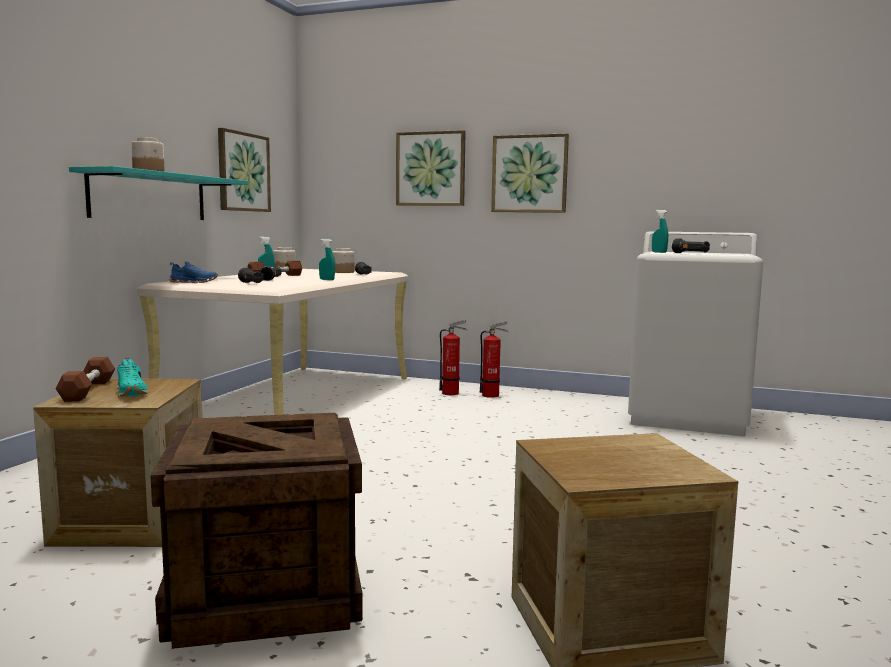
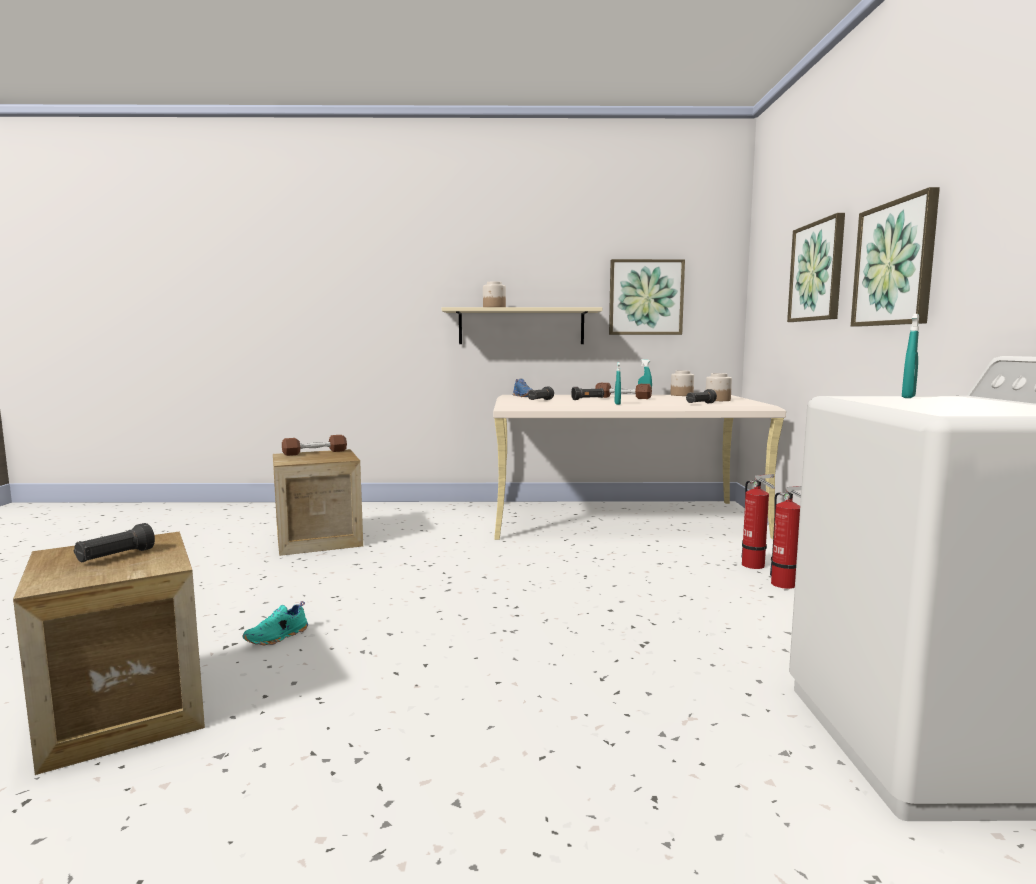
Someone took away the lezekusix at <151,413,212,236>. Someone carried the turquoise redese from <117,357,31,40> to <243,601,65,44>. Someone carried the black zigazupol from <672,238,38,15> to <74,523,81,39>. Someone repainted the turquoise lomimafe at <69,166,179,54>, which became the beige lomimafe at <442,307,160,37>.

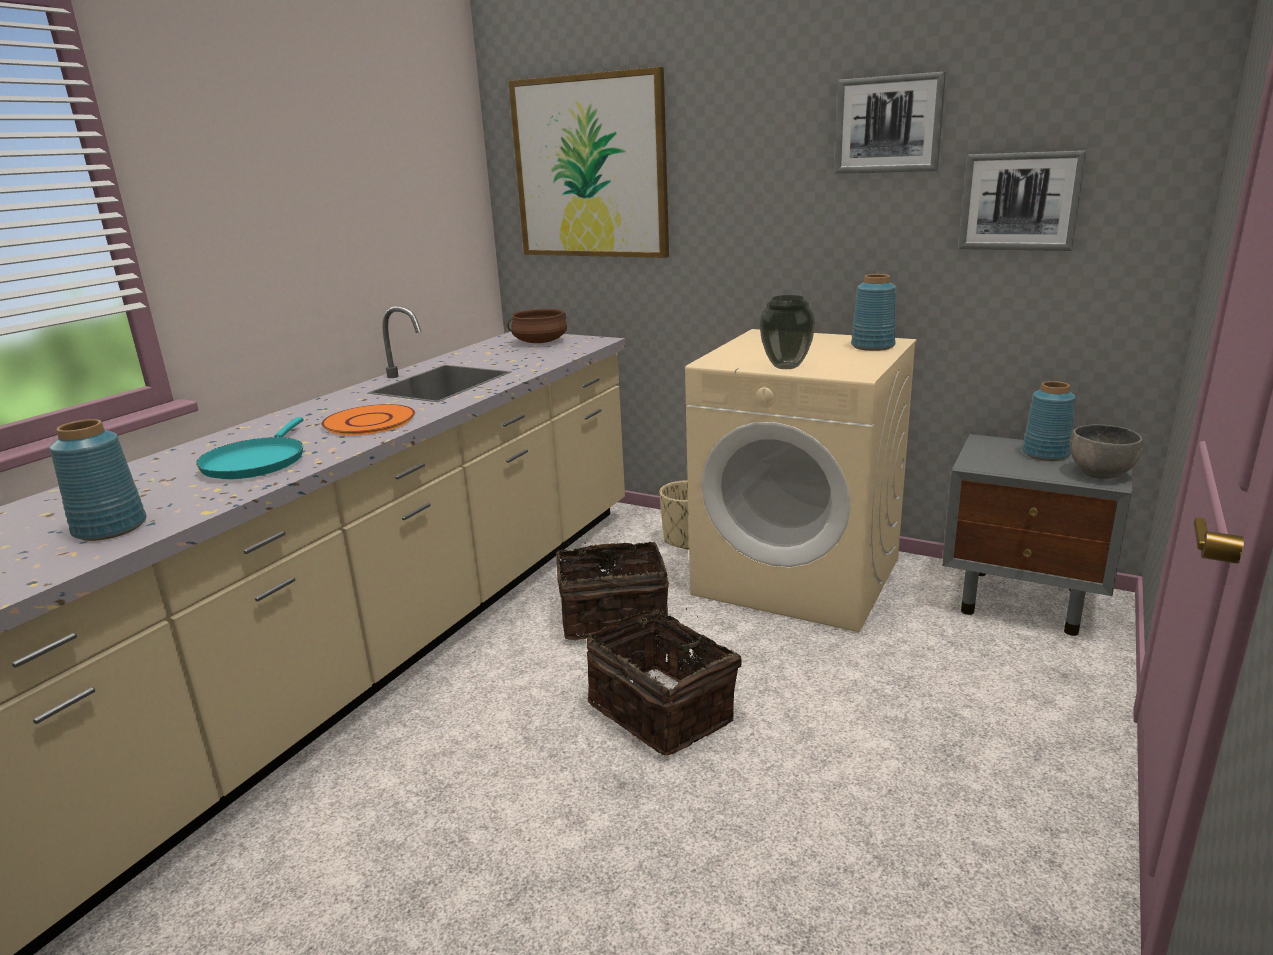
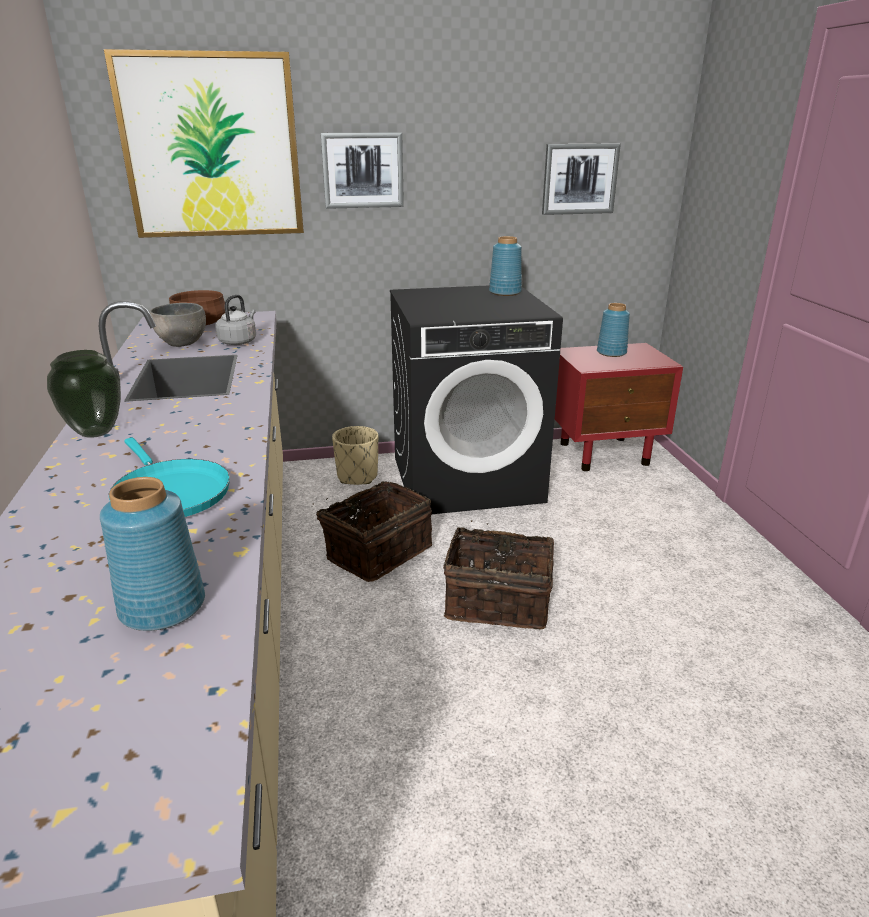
Someone took away the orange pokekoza at <321,404,94,31>. Someone put down the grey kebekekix at <215,294,41,51>. Someone carried the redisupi from <759,295,57,74> to <47,350,74,88>. Someone carried the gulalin from <834,72,112,102> to <321,133,83,76>. Someone carried the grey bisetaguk from <1070,424,73,55> to <149,303,57,44>. Someone repainted the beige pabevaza at <685,329,232,303>, which became the black pabevaza at <390,285,173,229>. Someone repainted the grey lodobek at <942,434,190,202>, which became the red lodobek at <555,343,128,128>.

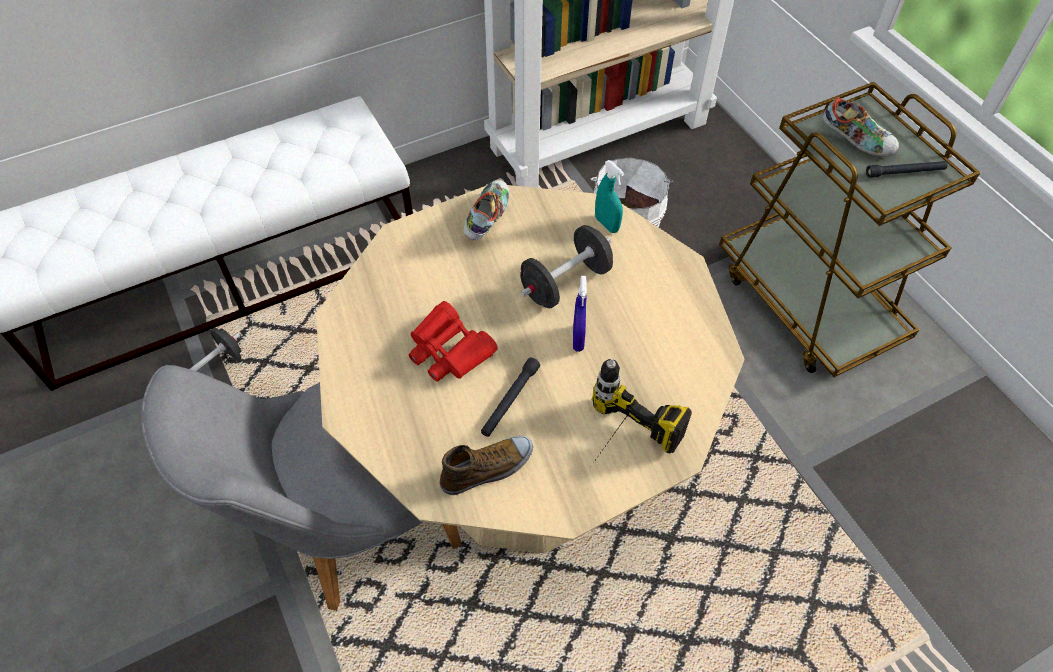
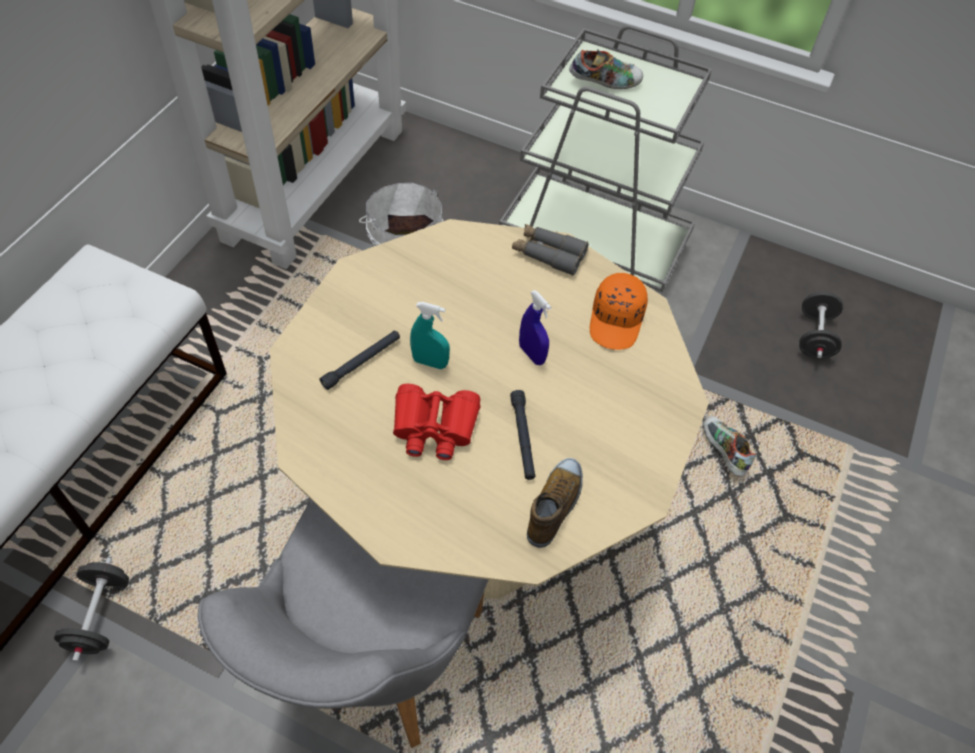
Someone took away the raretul at <592,358,100,104>. Someone put down the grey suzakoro at <512,224,77,52>. Someone put down the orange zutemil at <590,273,58,77>. Someone carried the redese from <463,180,46,60> to <703,416,54,61>. Someone carried the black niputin from <520,225,93,83> to <799,292,44,67>. Someone carried the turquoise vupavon from <595,160,29,73> to <410,302,40,67>. Someone carried the black zigazupol from <866,161,82,17> to <320,331,80,59>. Someone repainted the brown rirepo at <719,82,262,295>, which became the grey rirepo at <499,25,213,267>.

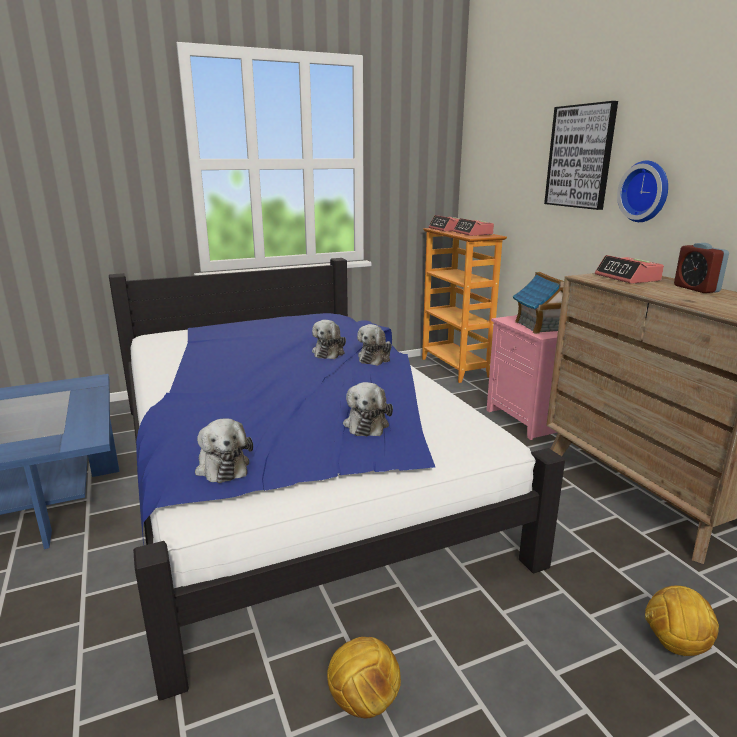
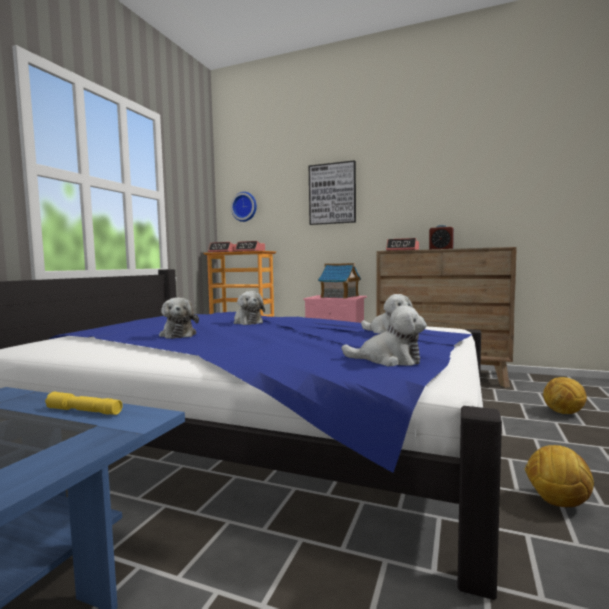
Someone put down the yellow zigazupol at <45,392,77,23>. Someone carried the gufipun from <357,324,35,42> to <159,298,40,41>. Someone carried the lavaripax from <617,161,51,61> to <231,192,26,30>.

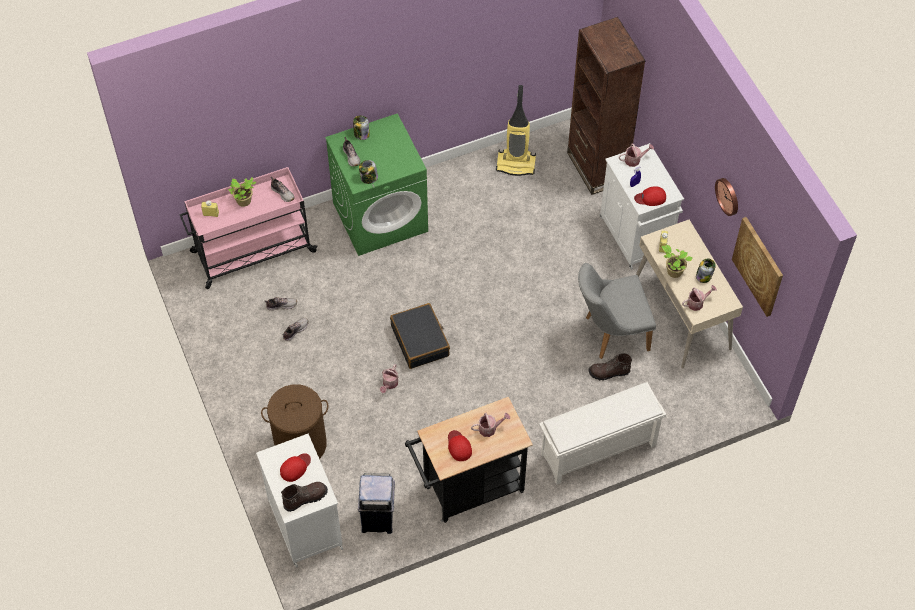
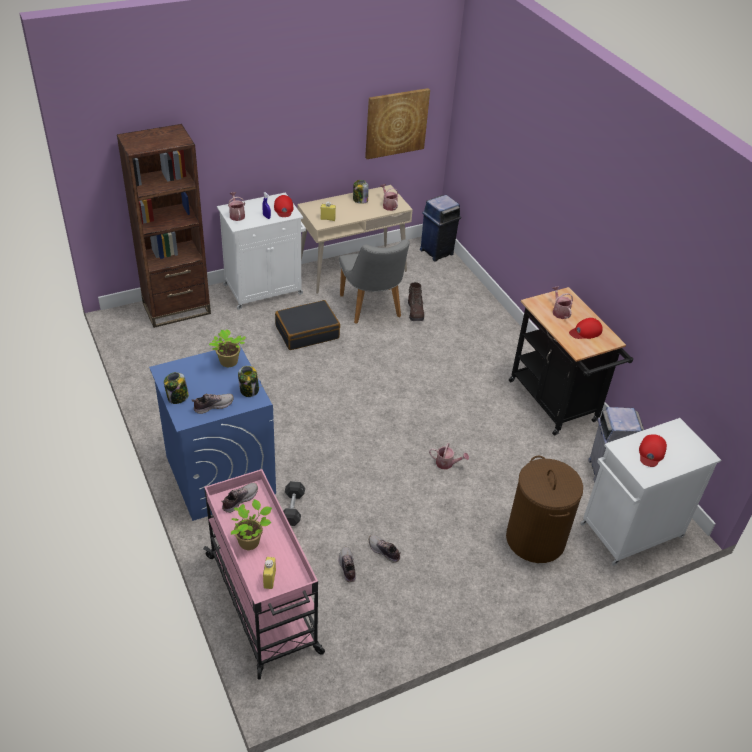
Someone took away the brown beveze at <281,482,47,30>. Someone took away the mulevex at <496,85,40,91>. Someone took away the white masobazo at <539,382,127,103>. Someone took away the lavaripax at <715,178,23,38>. Someone put down the grey niputin at <283,481,22,45>. Someone put down the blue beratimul at <420,195,41,67>. Someone carried the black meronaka from <390,303,60,66> to <275,300,65,50>. Someone carried the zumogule from <662,245,31,33> to <209,329,37,38>. Someone repainted the green pabevaza at <325,113,103,143>, which became the blue pabevaza at <149,344,127,177>. Someone rotated the red zutemil at <280,453,31,29> by 105 degrees counterclockwise.

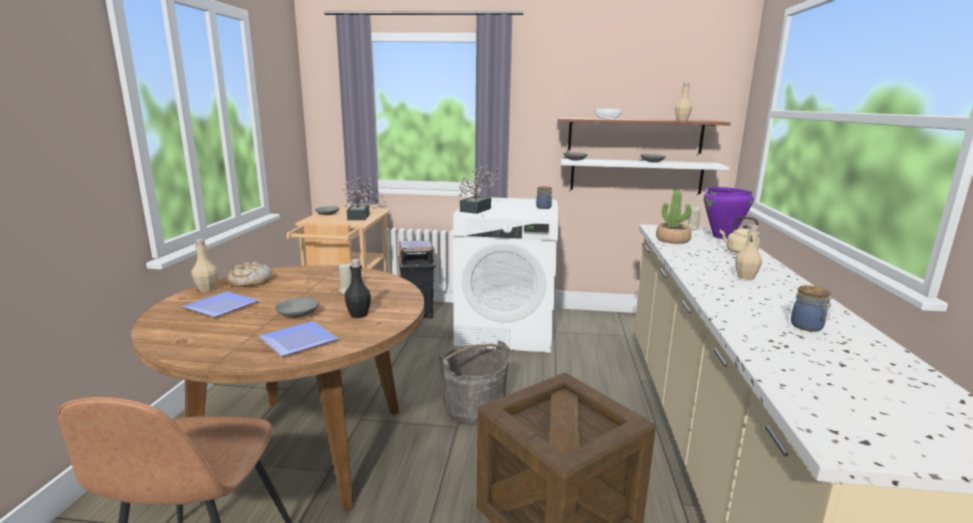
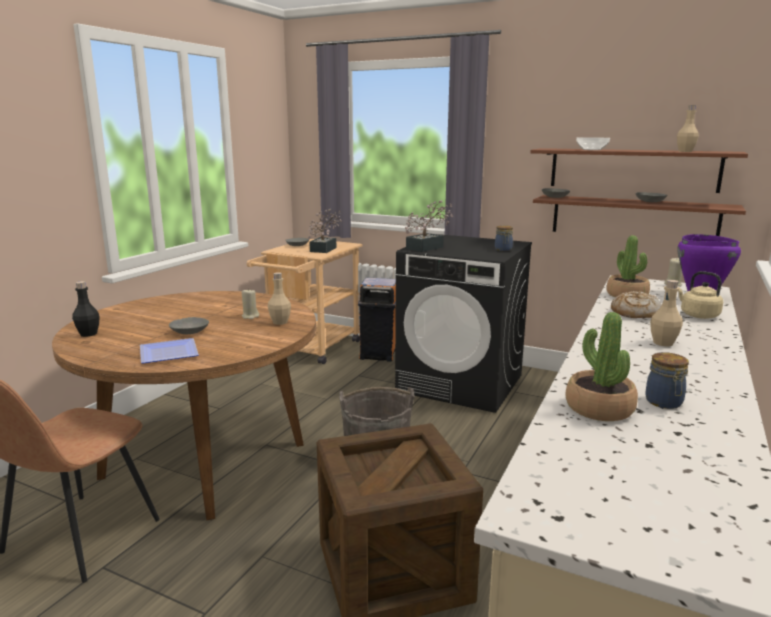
Someone took away the pokekoza at <183,292,76,26>. Someone put down the zumogule at <565,312,73,109>. Someone carried the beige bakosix from <191,239,27,53> to <268,272,23,53>. Someone carried the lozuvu from <227,262,44,25> to <611,291,51,27>. Someone carried the black bakosix from <345,259,26,59> to <72,281,28,56>. Someone repainted the white pabevaza at <453,197,106,156>, which became the black pabevaza at <395,234,137,179>. Someone repainted the white lomimafe at <560,158,169,36>, which became the brown lomimafe at <533,195,213,41>.

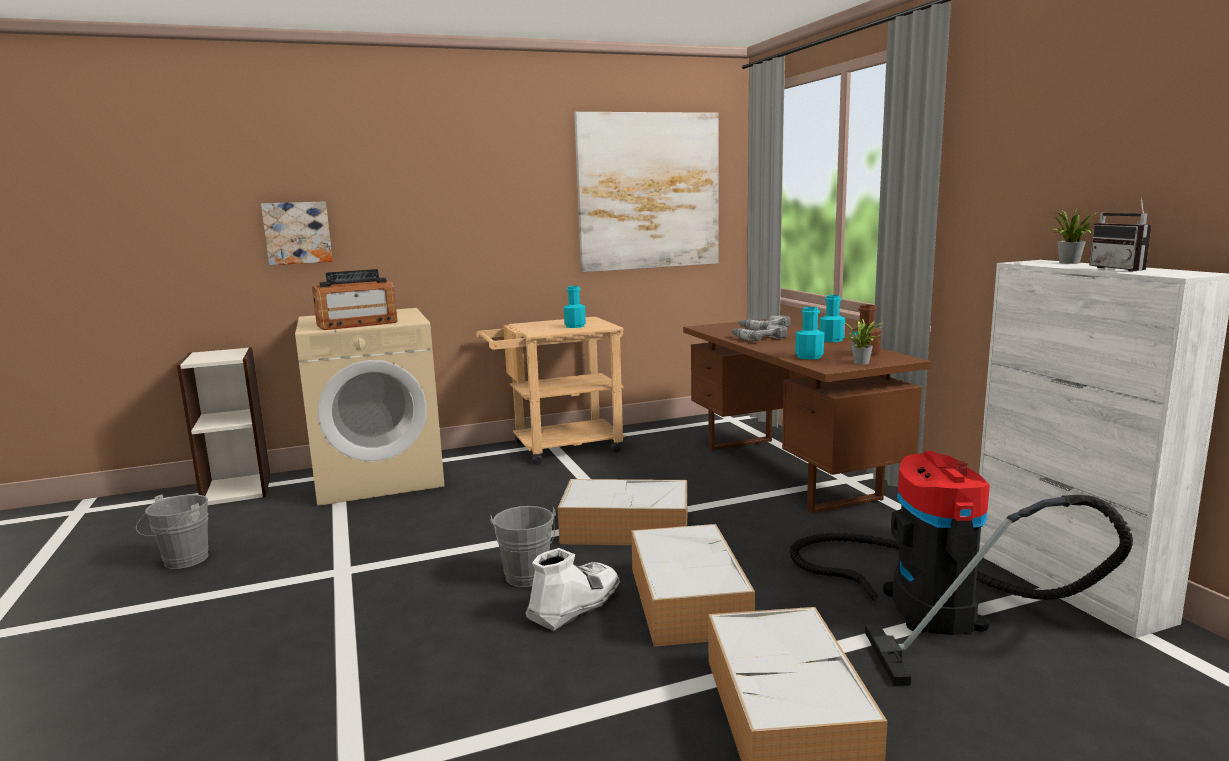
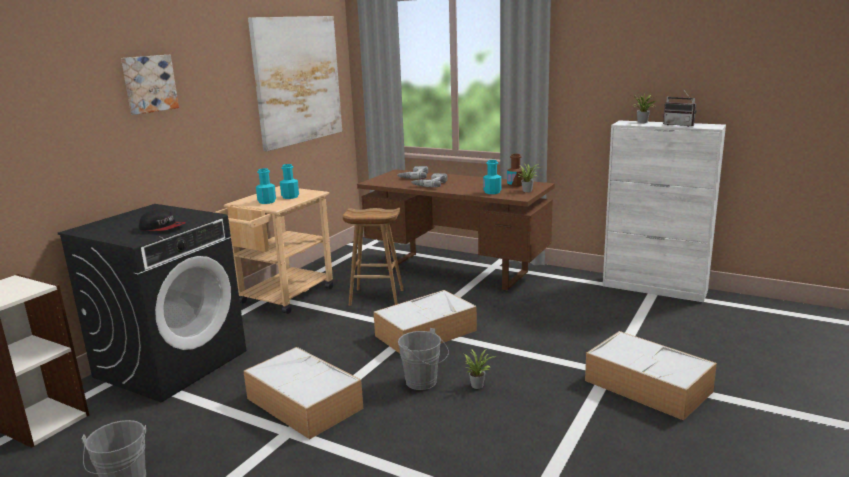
Someone took away the mulevex at <790,451,343,235>. Someone put down the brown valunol at <343,208,61,98>. Someone carried the gulalin from <261,201,72,64> to <121,55,58,60>. Someone carried the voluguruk from <631,524,124,123> to <243,347,120,92>. Someone carried the turquoise bakosix from <820,295,25,47> to <256,168,20,36>. Someone swapped the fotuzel at <312,269,86,61> for the zutemil at <139,209,47,22>. Someone swapped the white beveze at <525,548,96,83> for the zumogule at <464,349,28,40>. Someone repainted the beige pabevaza at <295,308,150,198>, which became the black pabevaza at <58,204,188,198>.

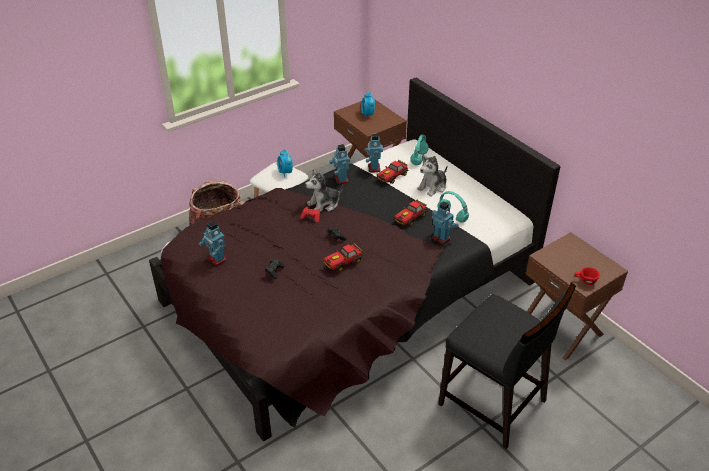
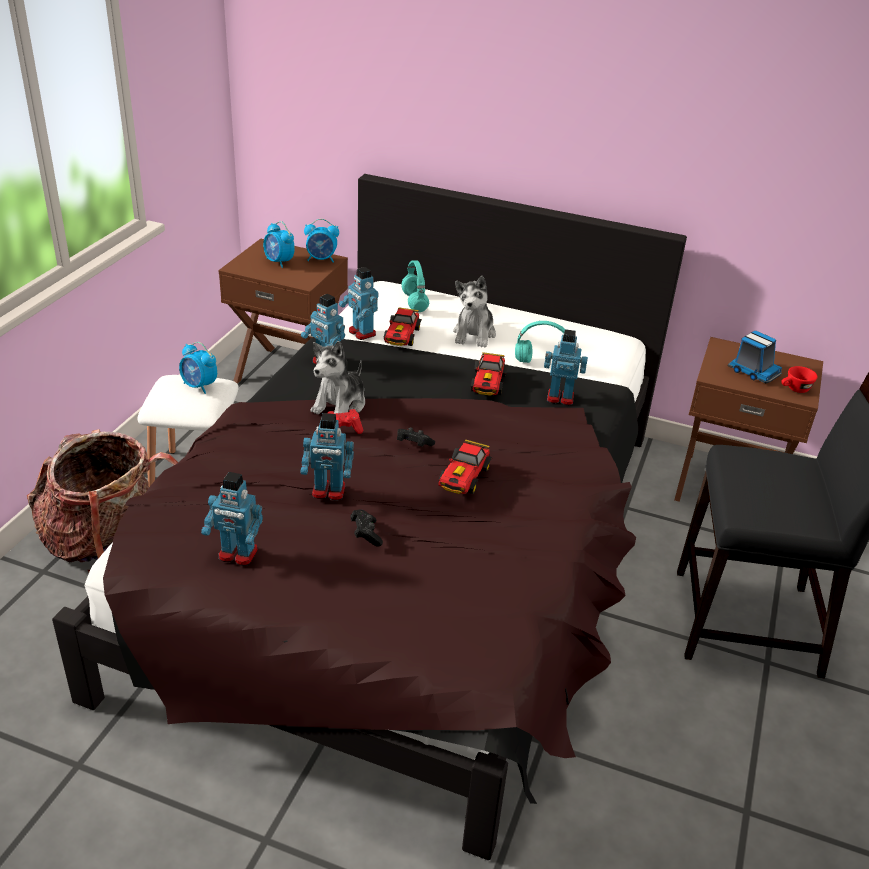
Someone put down the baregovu at <300,413,54,88>. Someone put down the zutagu at <304,219,35,44>. Someone put down the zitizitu at <728,331,54,52>.

